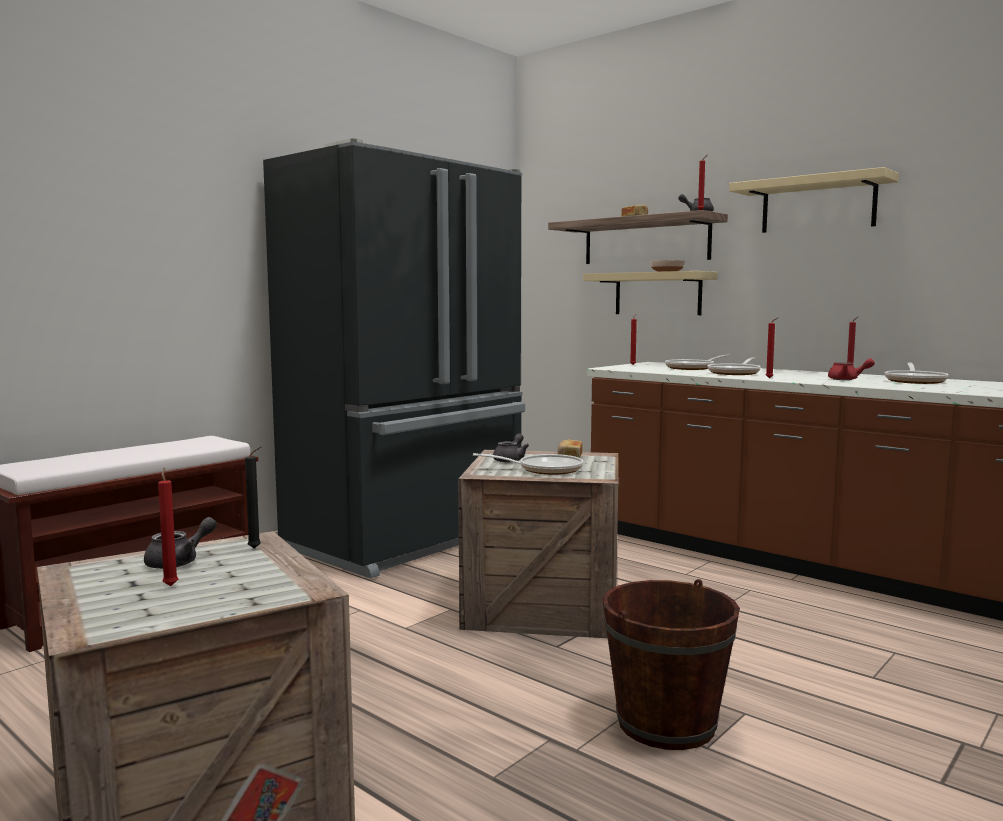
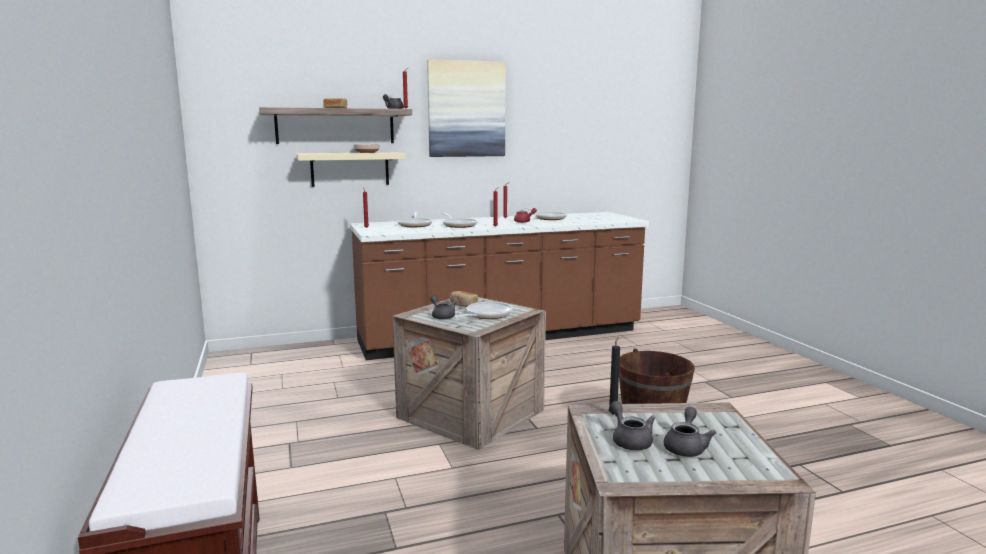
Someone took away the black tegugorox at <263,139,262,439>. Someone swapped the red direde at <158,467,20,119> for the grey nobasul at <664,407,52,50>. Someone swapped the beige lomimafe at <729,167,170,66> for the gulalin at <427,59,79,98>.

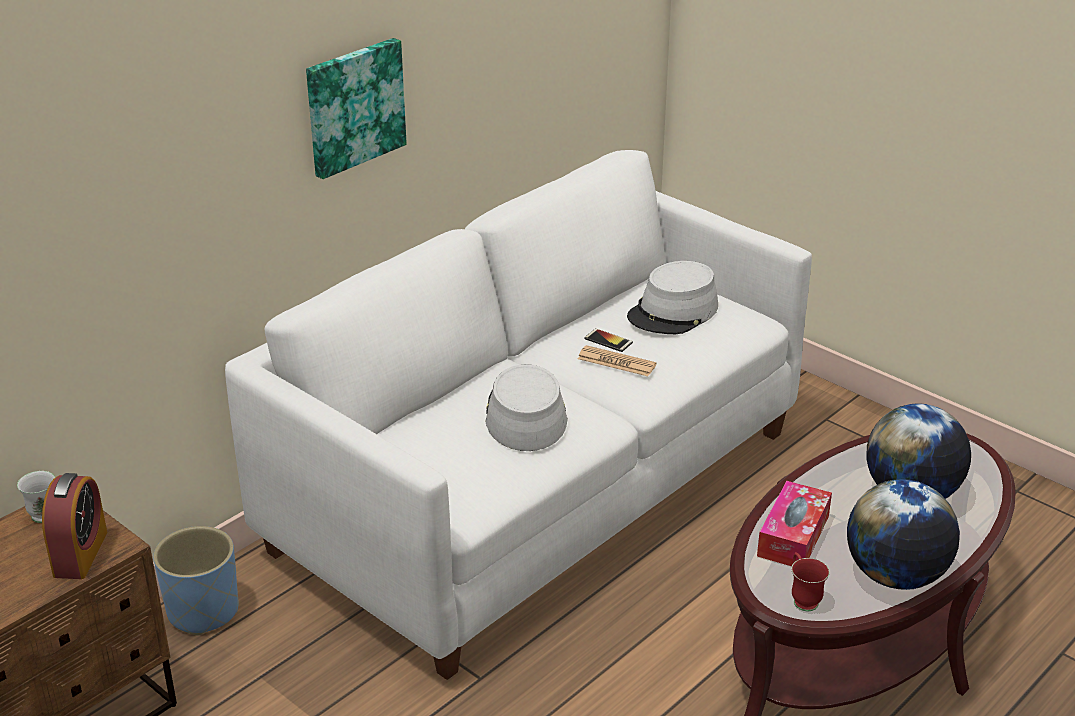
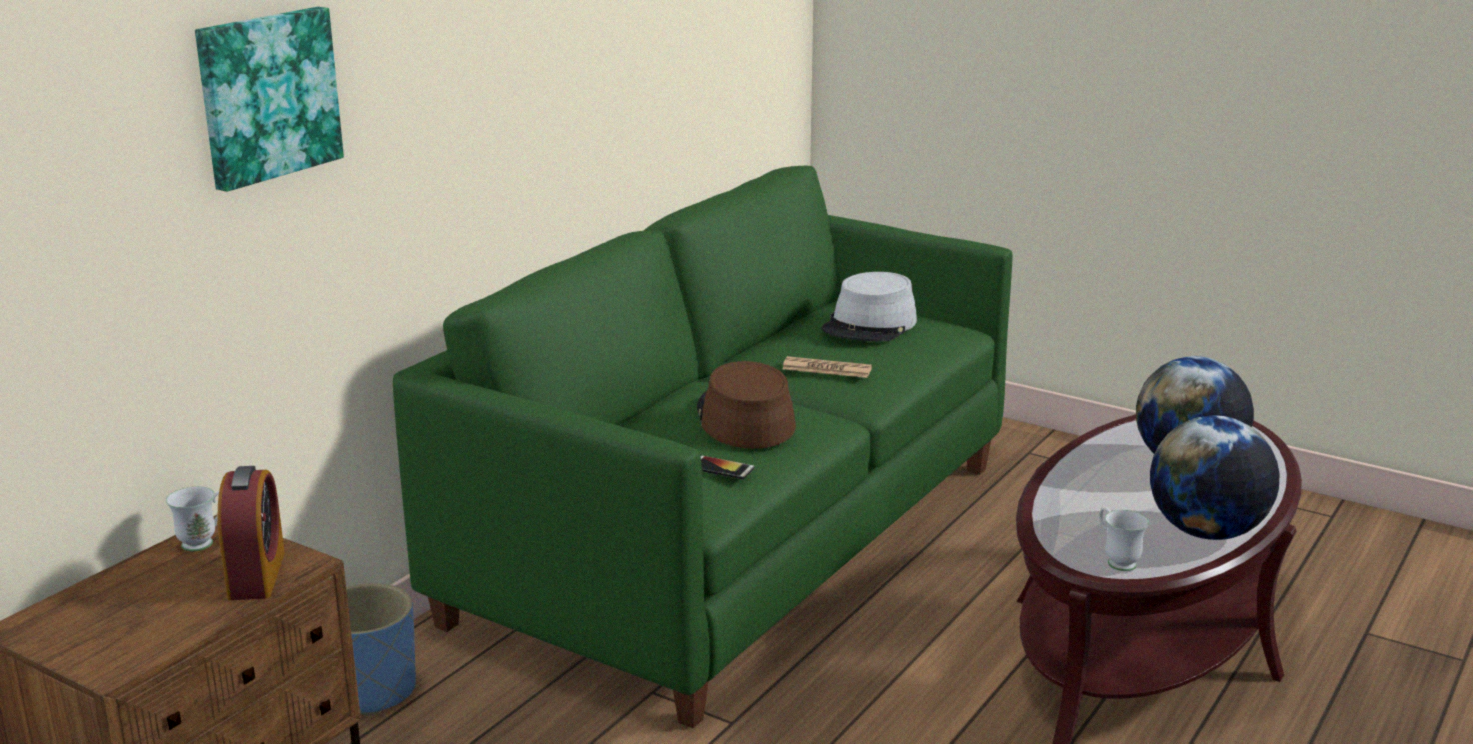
Someone took away the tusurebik at <757,481,75,85>. Someone carried the gulalin from <306,38,101,141> to <195,7,149,185>. Someone carried the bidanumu from <584,328,49,24> to <701,455,54,25>. Someone repainted the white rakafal at <225,150,587,530>, which became the green rakafal at <393,166,619,562>. Someone repainted the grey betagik at <485,364,83,87>, which became the brown betagik at <697,361,99,88>. Someone repainted the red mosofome at <791,552,39,59>, which became the white mosofome at <1099,507,50,64>.

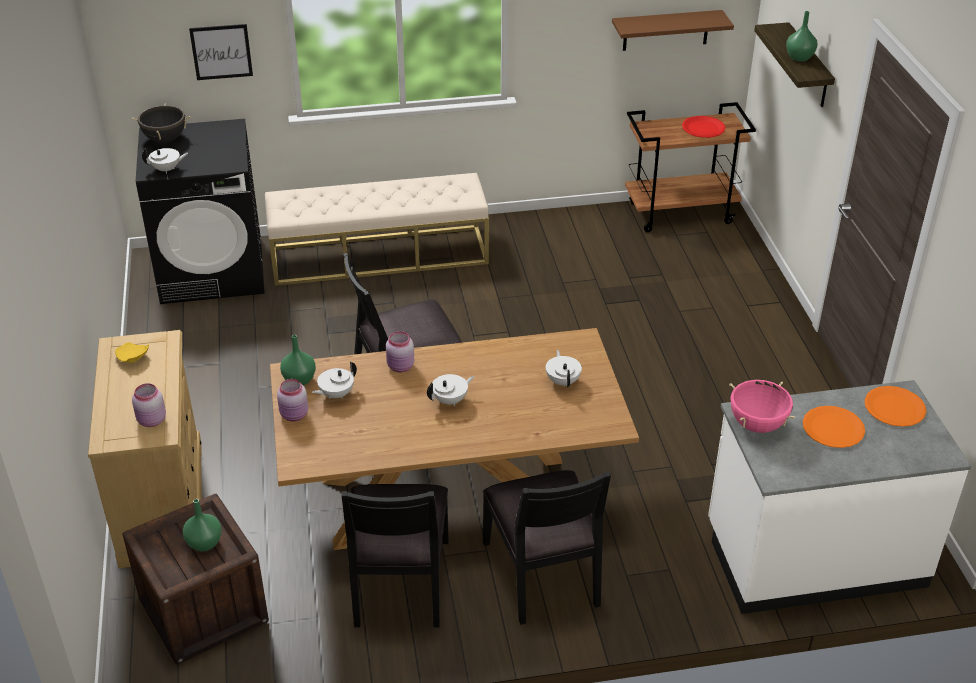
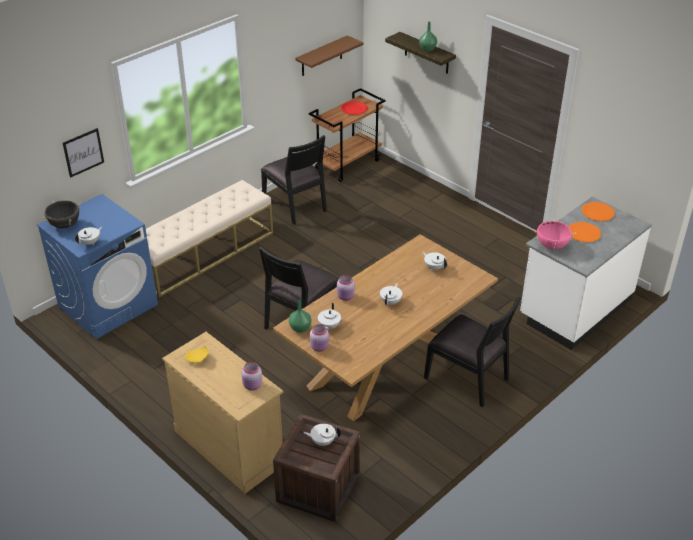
Someone carried the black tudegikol from <342,484,107,143> to <261,135,66,90>. Someone swapped the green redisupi at <183,499,39,52> for the white nobasul at <303,423,38,23>. Someone repainted the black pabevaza at <136,119,129,185>, which became the blue pabevaza at <37,194,121,145>.

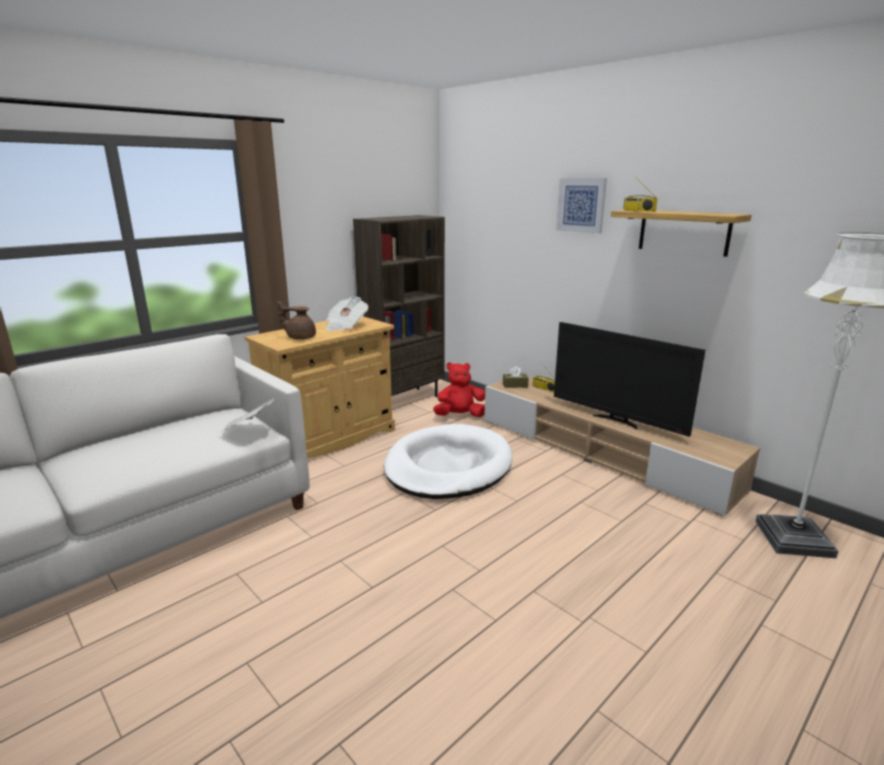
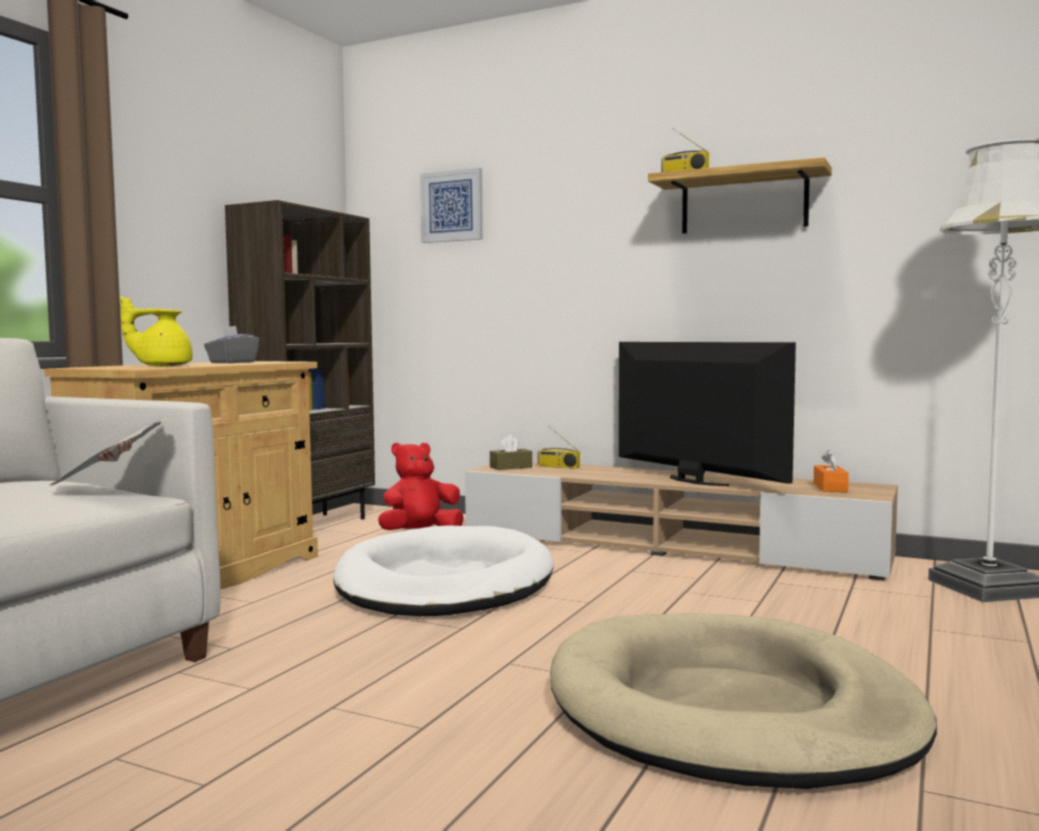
Someone put down the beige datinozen at <550,613,387,176>. Someone put down the orange tusurebik at <814,450,35,42>. Someone carried the gulalin from <556,178,51,56> to <420,168,63,75>. Someone swapped the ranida at <325,297,43,34> for the grey tusurebik at <204,326,55,37>. Someone repainted the brown nobasul at <277,301,39,39>, which became the yellow nobasul at <120,296,73,70>. Someone rotated the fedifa at <554,322,152,115> by 150 degrees counterclockwise.

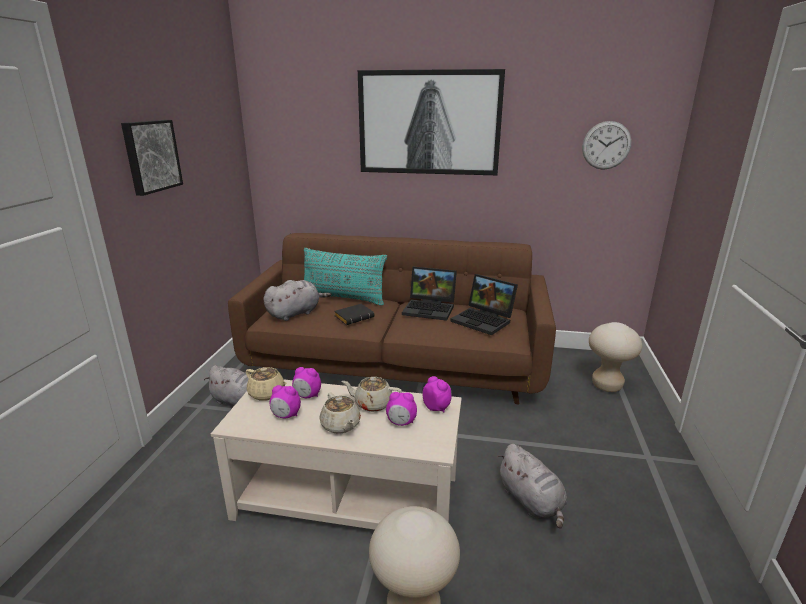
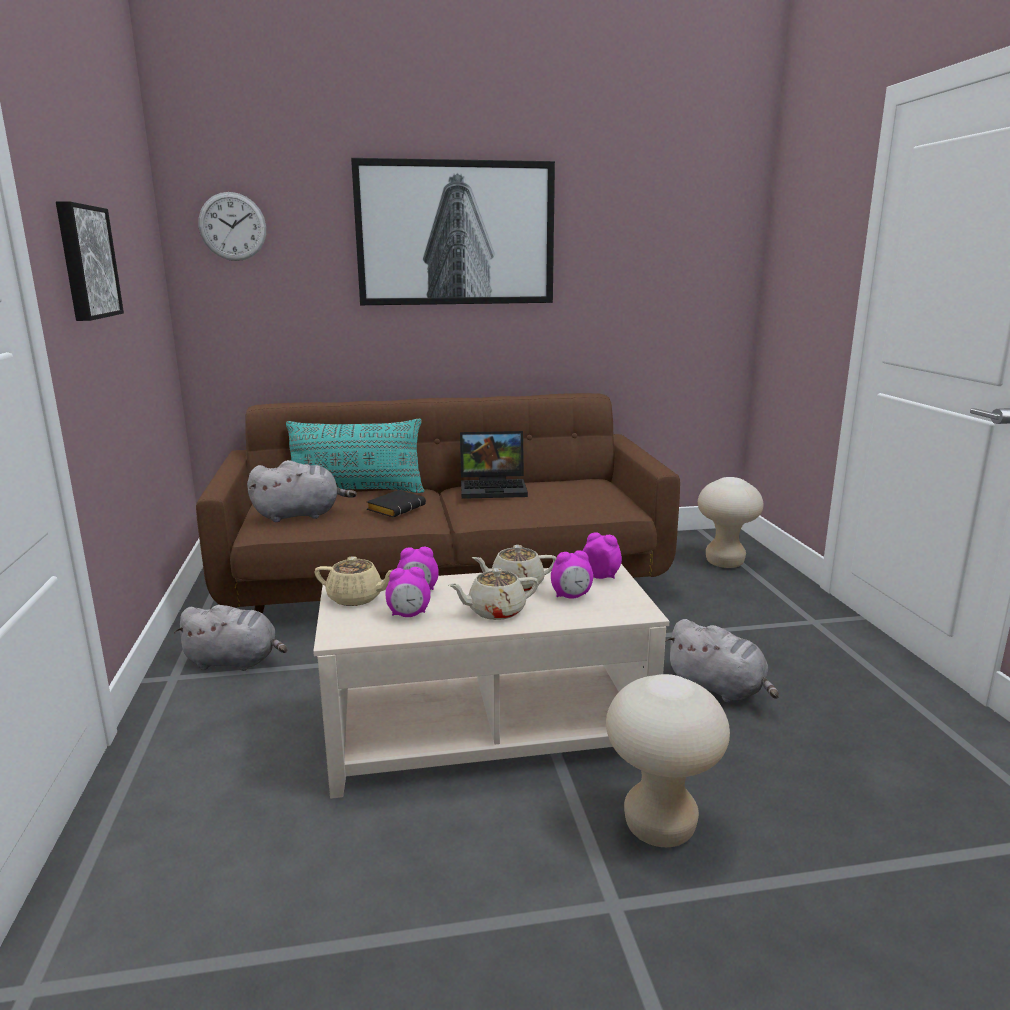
Someone took away the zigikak at <450,274,68,61>. Someone carried the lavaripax from <582,121,50,49> to <198,192,68,69>. Someone rotated the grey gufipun at <263,280,68,41> by 45 degrees clockwise. Someone rotated the beige nobasul at <320,393,41,41> by 120 degrees clockwise.

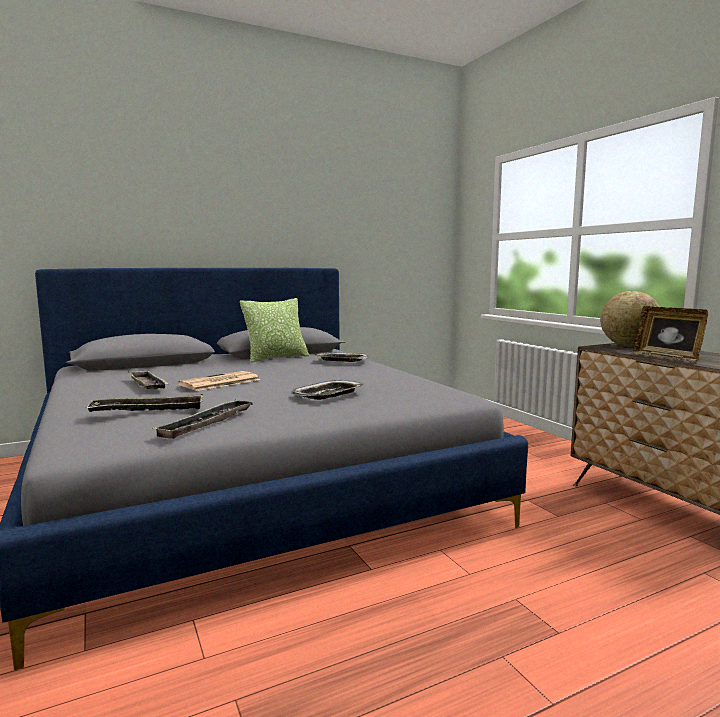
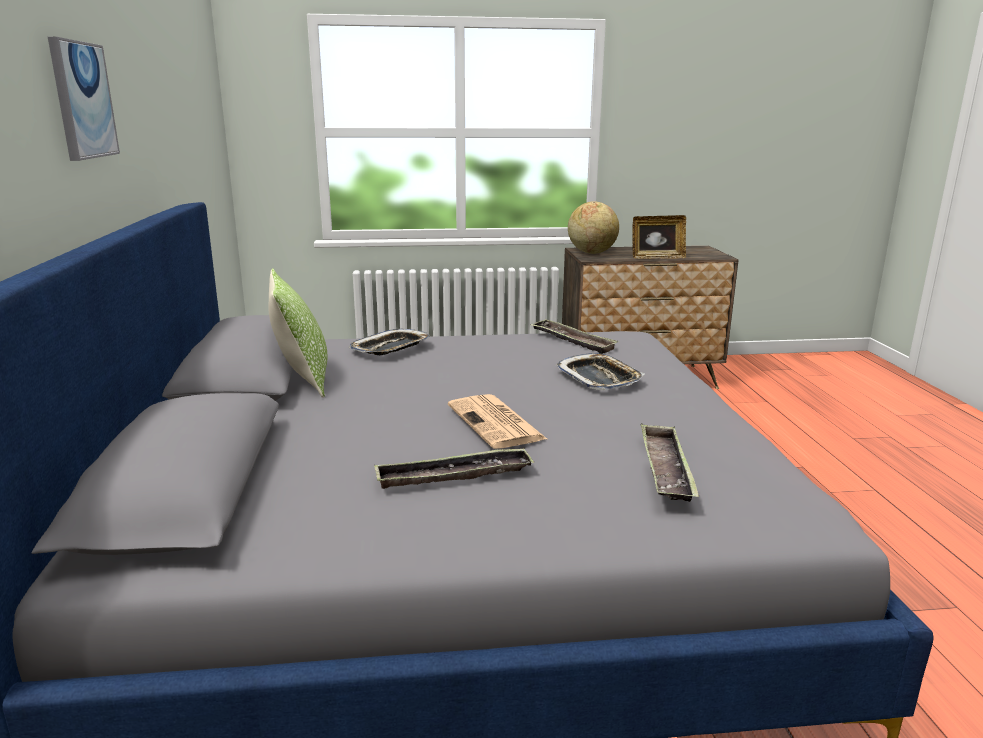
Someone put up the gulalin at <48,36,72,125>. Someone carried the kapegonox from <152,399,101,40> to <531,319,88,35>.

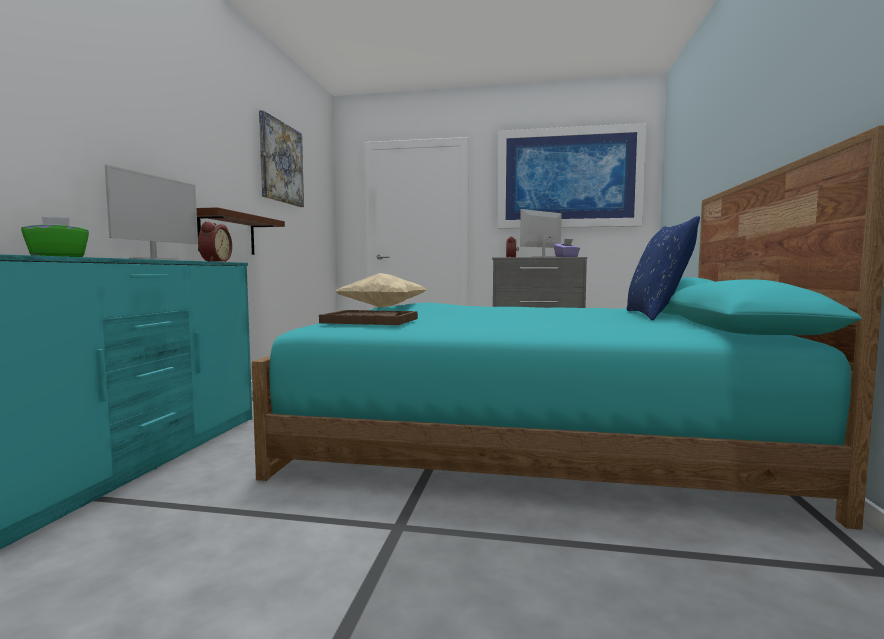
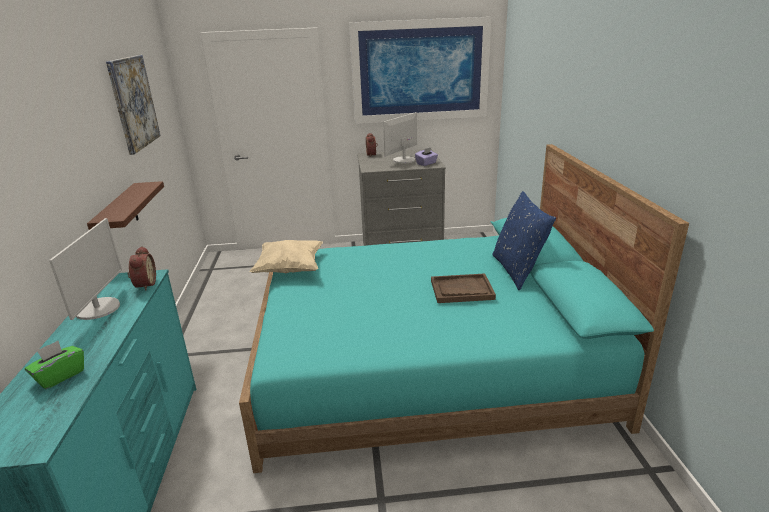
Someone carried the brown kapegonox from <319,310,99,15> to <431,273,65,30>.

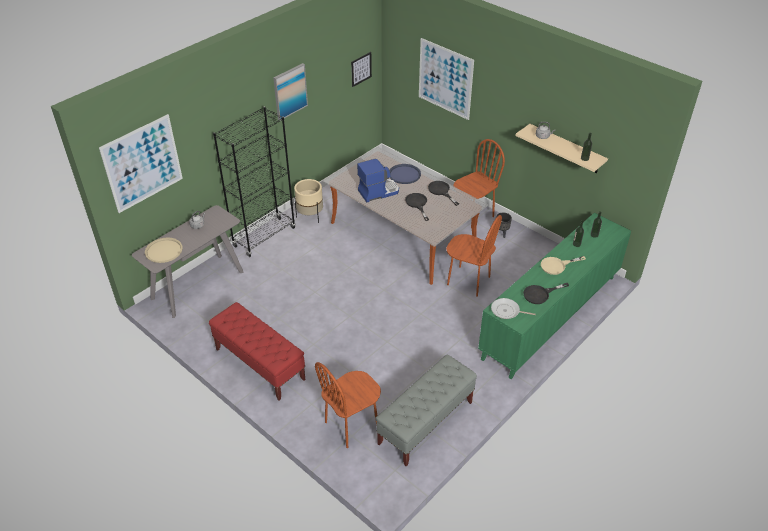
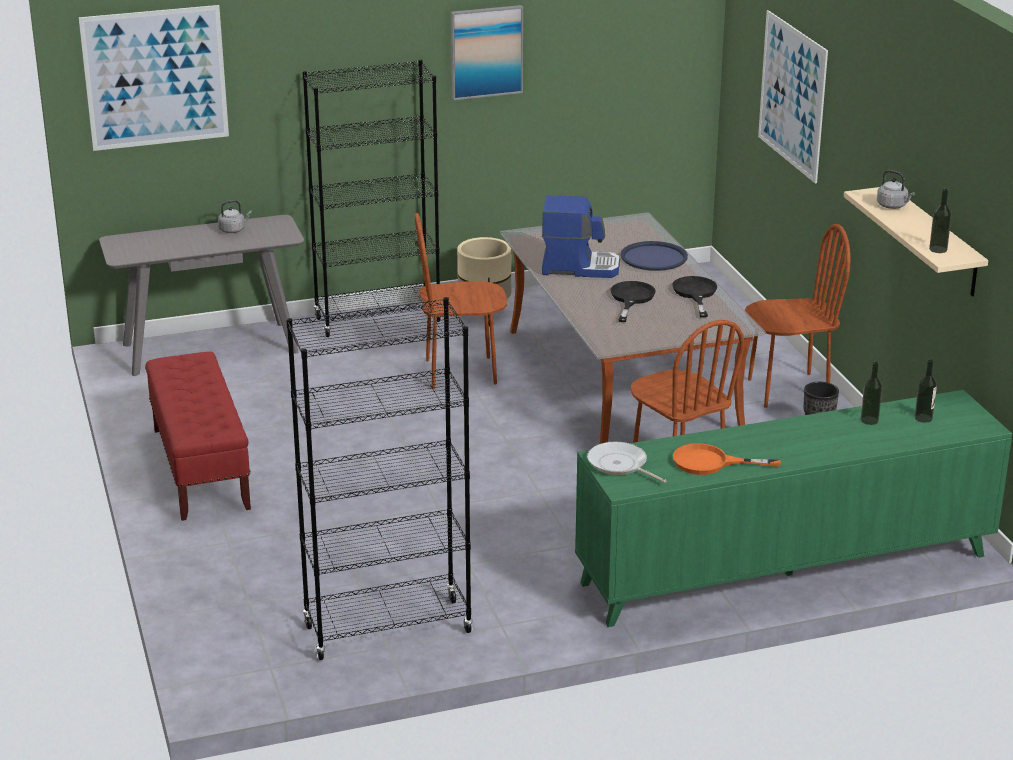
Someone took away the beige kapegonox at <145,237,38,26>. Someone took away the gulalin at <351,52,21,35>. Someone took away the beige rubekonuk at <541,256,45,19>. Someone carried the brown tudegikol from <315,362,66,86> to <415,213,92,176>. Someone swapped the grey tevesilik at <375,355,102,111> for the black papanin at <286,297,187,363>. Someone repainted the black rubekonuk at <523,283,46,21>, which became the orange rubekonuk at <673,443,108,32>.

